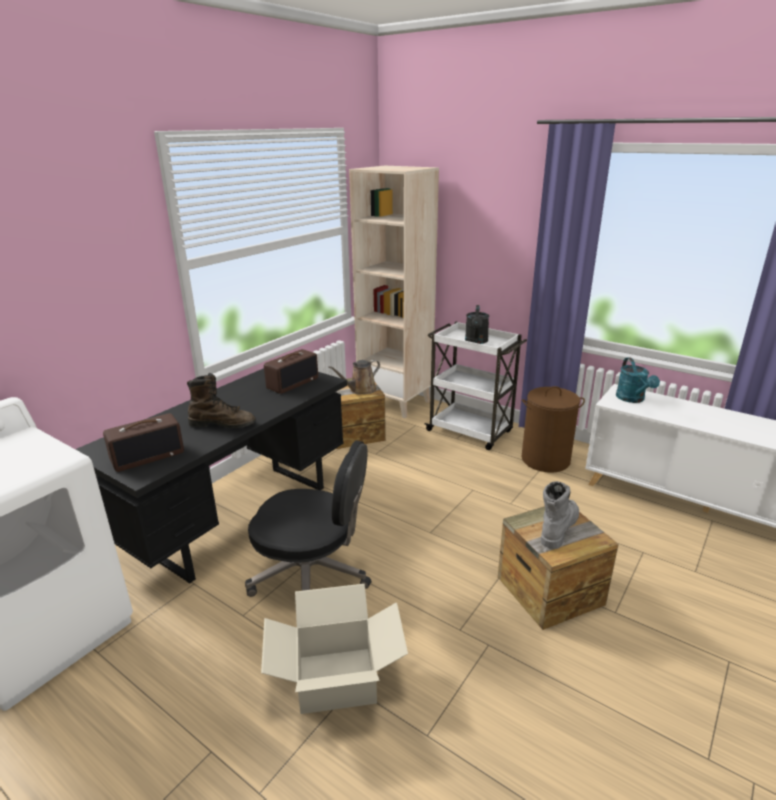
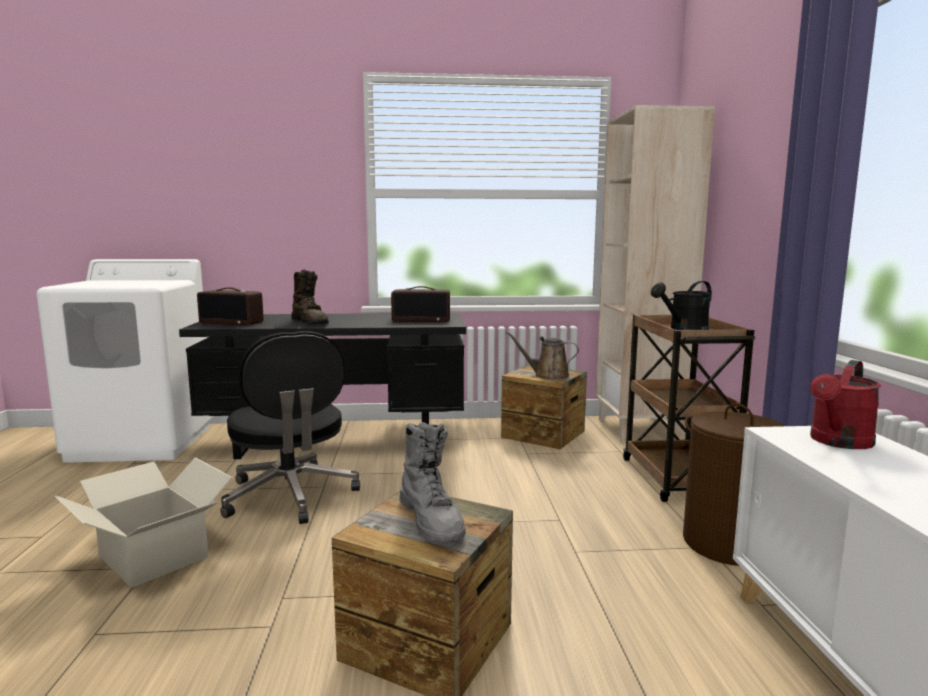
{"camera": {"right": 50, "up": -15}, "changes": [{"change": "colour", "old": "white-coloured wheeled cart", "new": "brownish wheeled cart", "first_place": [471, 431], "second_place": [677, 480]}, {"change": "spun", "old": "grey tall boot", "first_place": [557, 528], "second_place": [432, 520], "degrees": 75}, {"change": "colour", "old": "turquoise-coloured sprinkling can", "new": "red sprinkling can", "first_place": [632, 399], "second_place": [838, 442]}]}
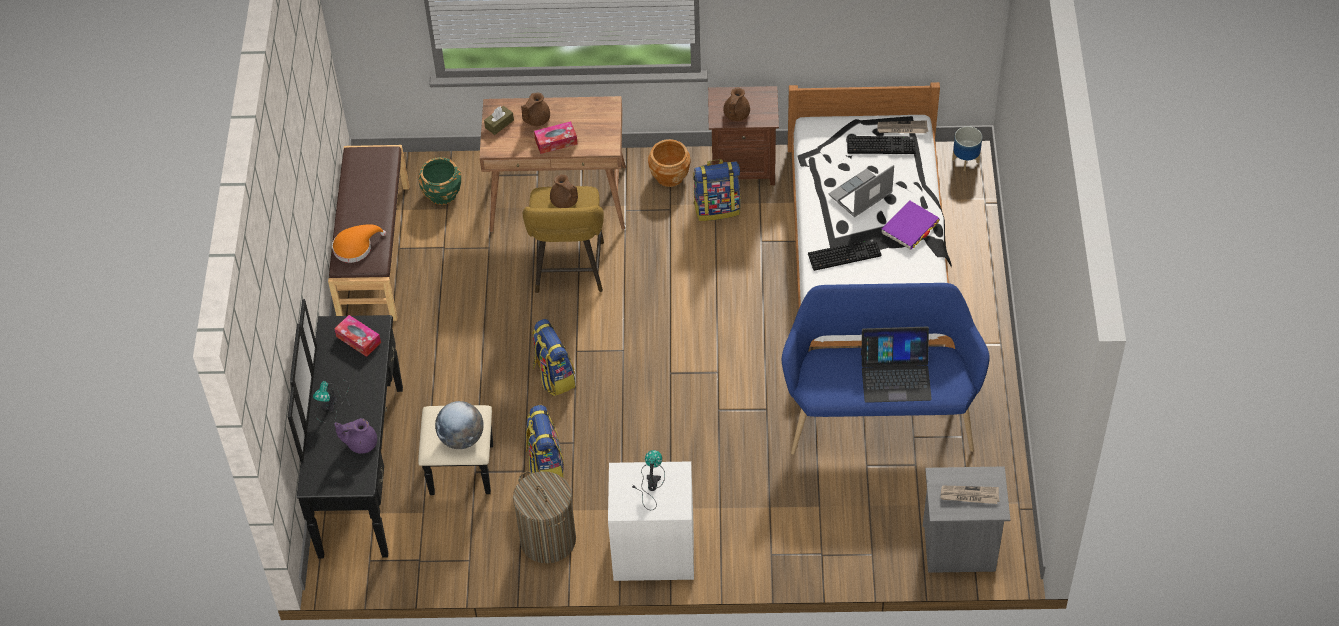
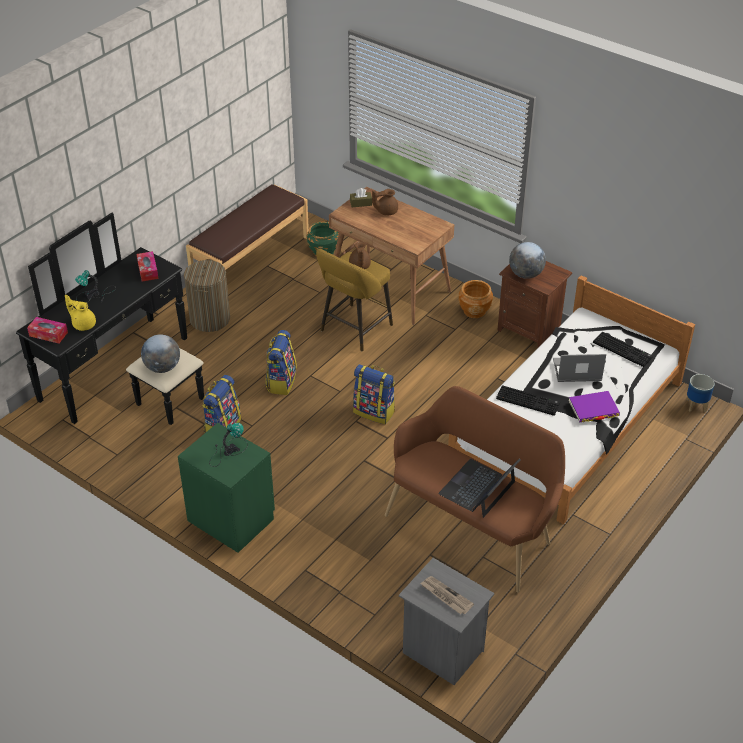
{"camera": {"right": 35, "up": -10}, "changes": [{"change": "missing", "old": "orange wearable hat", "first_place": [355, 247]}, {"change": "colour", "old": "purple teapot", "new": "yellowish teapot", "first_place": [361, 443], "second_place": [83, 324]}, {"change": "relocated", "old": "hamper", "first_place": [548, 539], "second_place": [210, 319]}, {"change": "relocated", "old": "tissue box", "first_place": [556, 142], "second_place": [48, 334]}, {"change": "colour", "old": "white-coloured bedside table", "new": "green bedside table", "first_place": [653, 550], "second_place": [232, 519]}, {"change": "relocated", "old": "rucksack", "first_place": [717, 208], "second_place": [374, 412]}, {"change": "exchanged", "old": "brownish teapot", "new": "desk globe", "first_place": [735, 115], "second_place": [525, 274]}, {"change": "colour", "old": "blue-coloured long seat", "new": "brownish long seat", "first_place": [879, 413], "second_place": [473, 526]}, {"change": "spun", "old": "notebook computer", "first_place": [895, 375], "second_place": [478, 488], "degrees": 90}, {"change": "missing", "old": "newspaper", "first_place": [902, 129]}]}
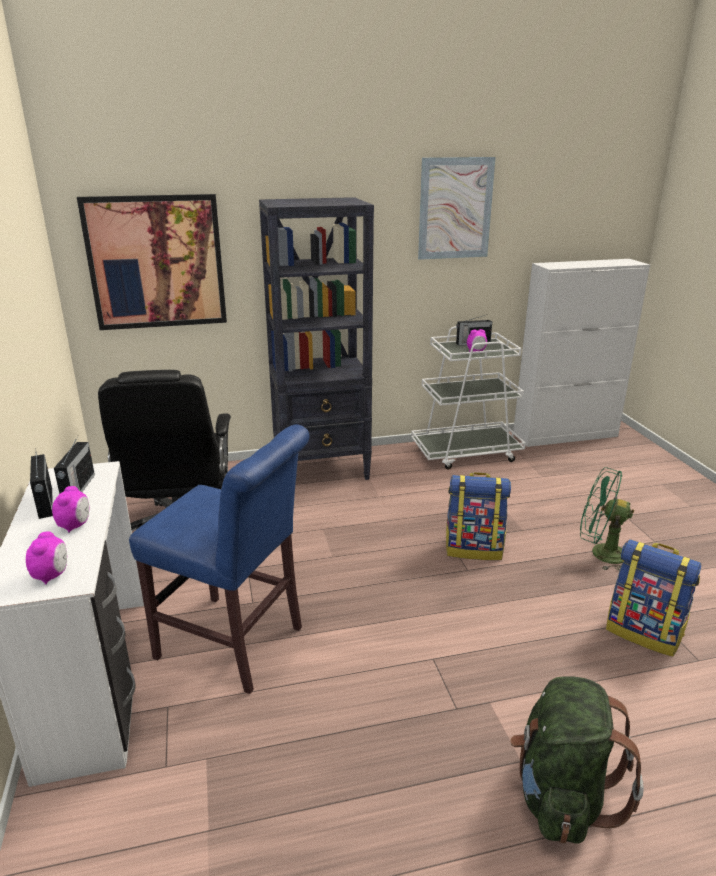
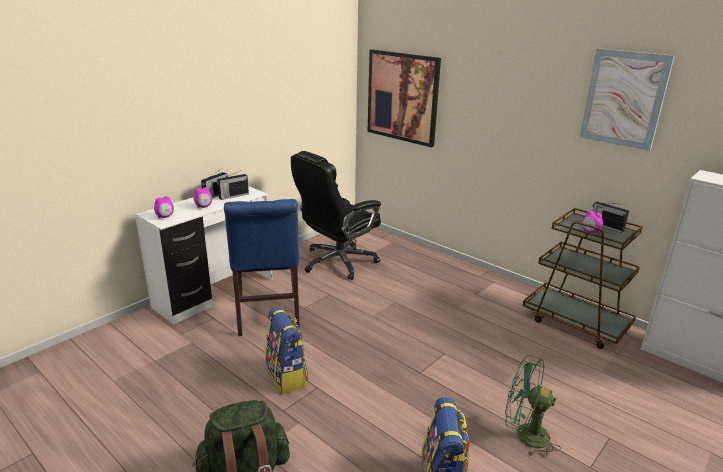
{"camera": {"right": 55, "up": 0}, "changes": [{"change": "missing", "old": "black-coloured bookshelf", "first_place": [322, 469]}, {"change": "colour", "old": "white-coloured wheeled cart", "new": "brownish wheeled cart", "first_place": [466, 453], "second_place": [575, 322]}, {"change": "relocated", "old": "rucksack", "first_place": [474, 549], "second_place": [287, 377]}, {"change": "spun", "old": "green cooling fan", "first_place": [600, 553], "second_place": [524, 435], "degrees": -60}]}
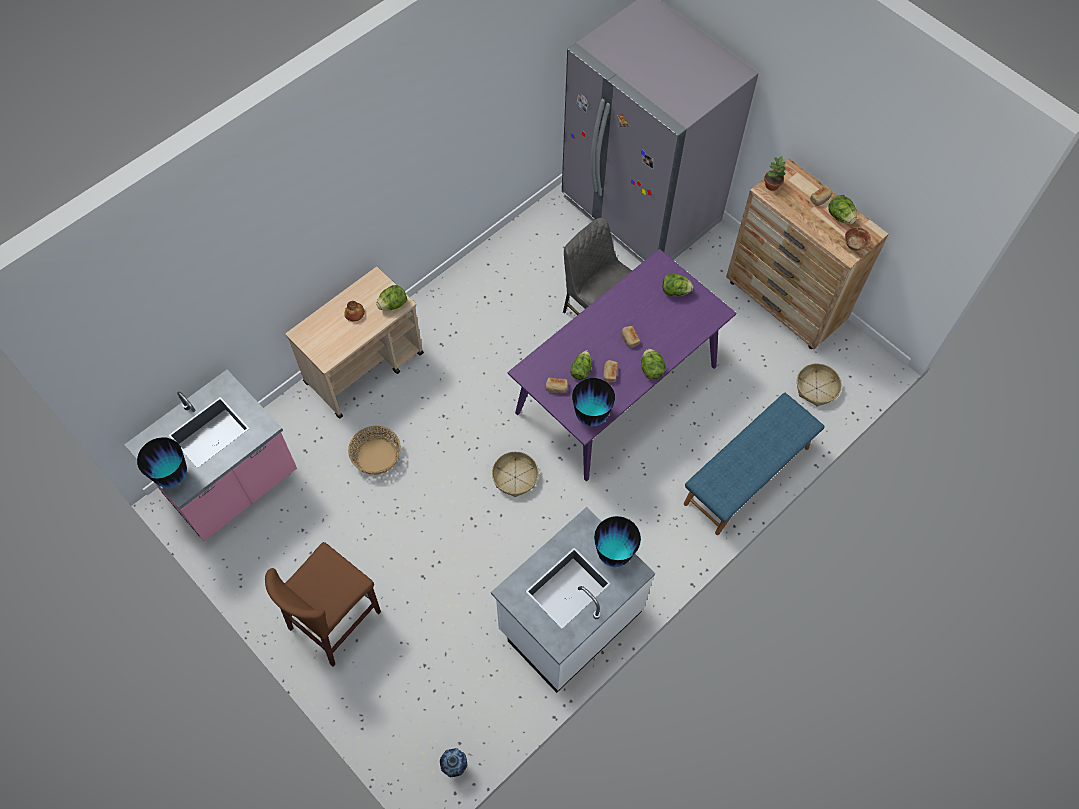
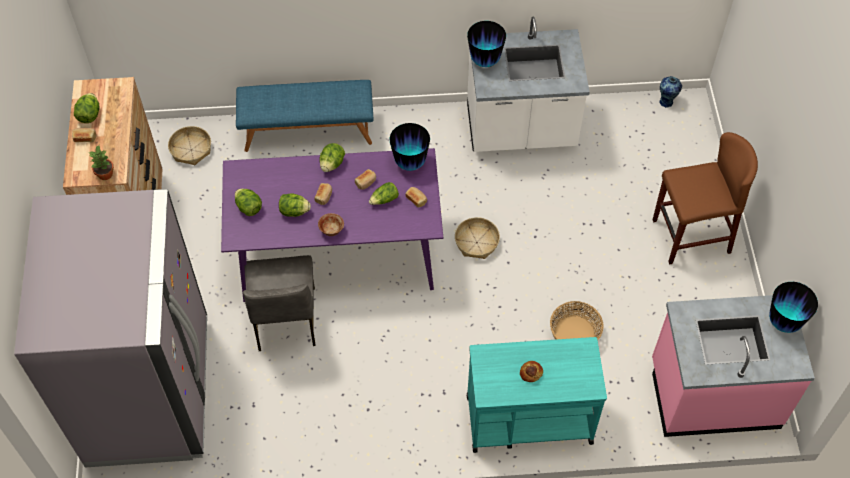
{"camera": {"right": -140, "up": -5}, "changes": [{"change": "colour", "old": "beige-coloured wheeled cart", "new": "turquoise-coloured wheeled cart", "first_place": [365, 367], "second_place": [528, 419]}, {"change": "relocated", "old": "head of lettuce", "first_place": [393, 304], "second_place": [294, 211]}, {"change": "relocated", "old": "deep dish", "first_place": [854, 245], "second_place": [331, 230]}]}
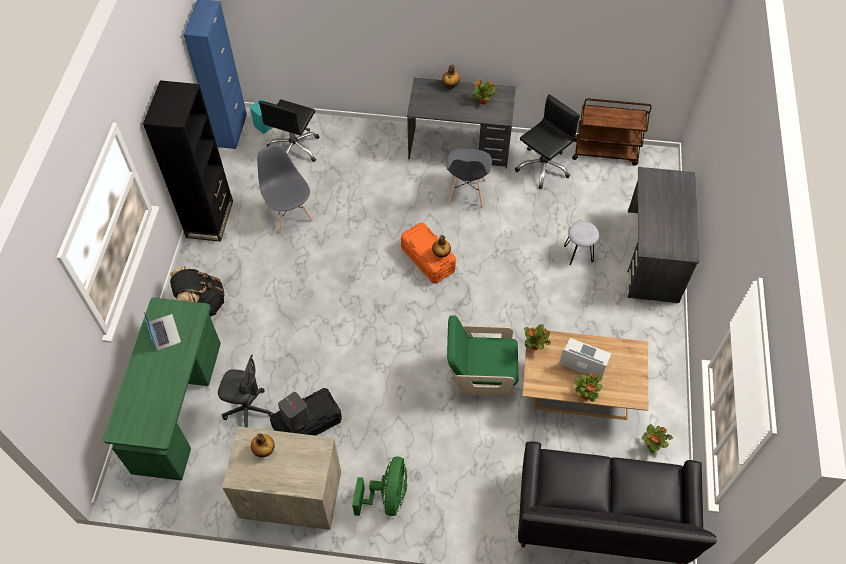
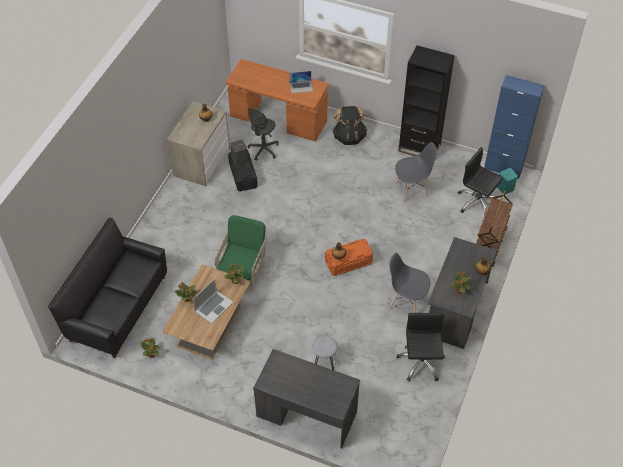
{"camera": {"right": 105, "up": -5}, "changes": [{"change": "colour", "old": "green desk unit", "new": "orange desk unit", "first_place": [178, 406], "second_place": [278, 119]}, {"change": "missing", "old": "green cooling fan", "first_place": [387, 497]}, {"change": "spun", "old": "black-coloured office chair", "first_place": [542, 167], "second_place": [420, 363], "degrees": -150}, {"change": "relocated", "old": "brownish wheeled cart", "first_place": [605, 152], "second_place": [489, 245]}]}
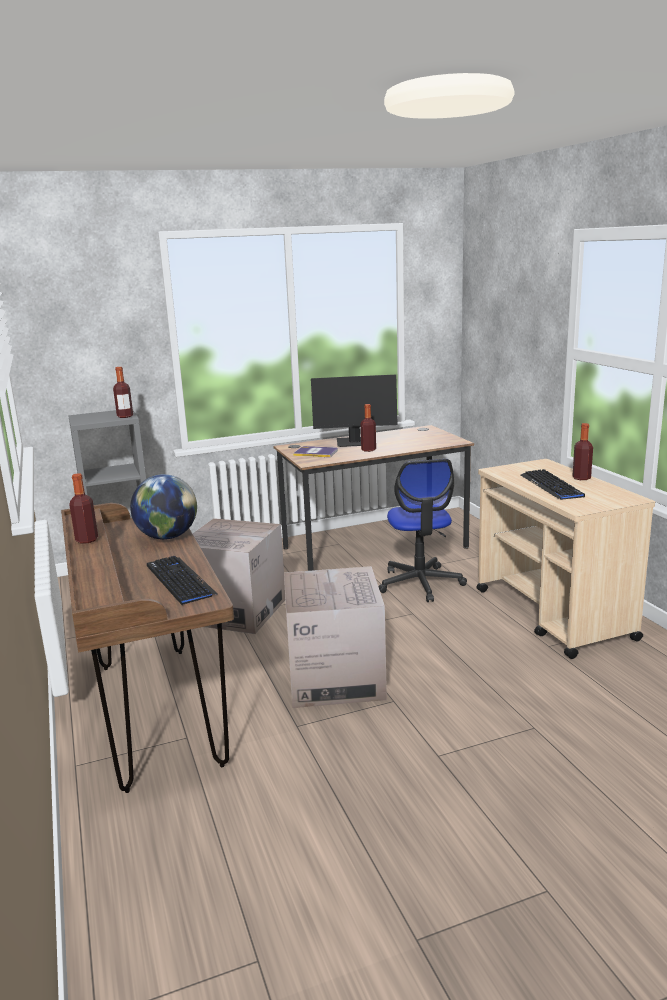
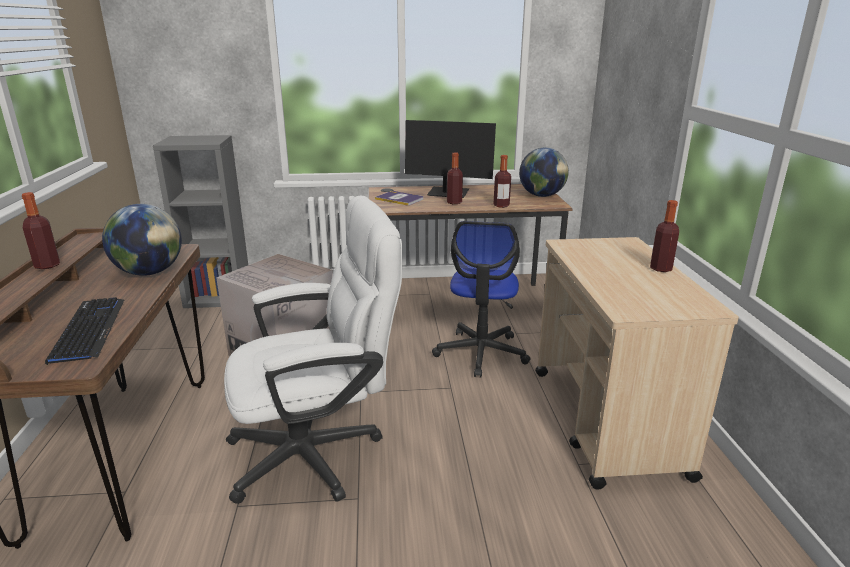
{"camera": {"right": 15, "up": 5}, "changes": [{"change": "relocated", "old": "beverage bottle", "first_place": [125, 416], "second_place": [501, 205]}, {"change": "exchanged", "old": "carton", "new": "white-coloured office chair", "first_place": [335, 678], "second_place": [319, 452]}, {"change": "missing", "old": "computer keyboard", "first_place": [551, 486]}, {"change": "appeared", "new": "desk globe", "second_place": [541, 195]}]}
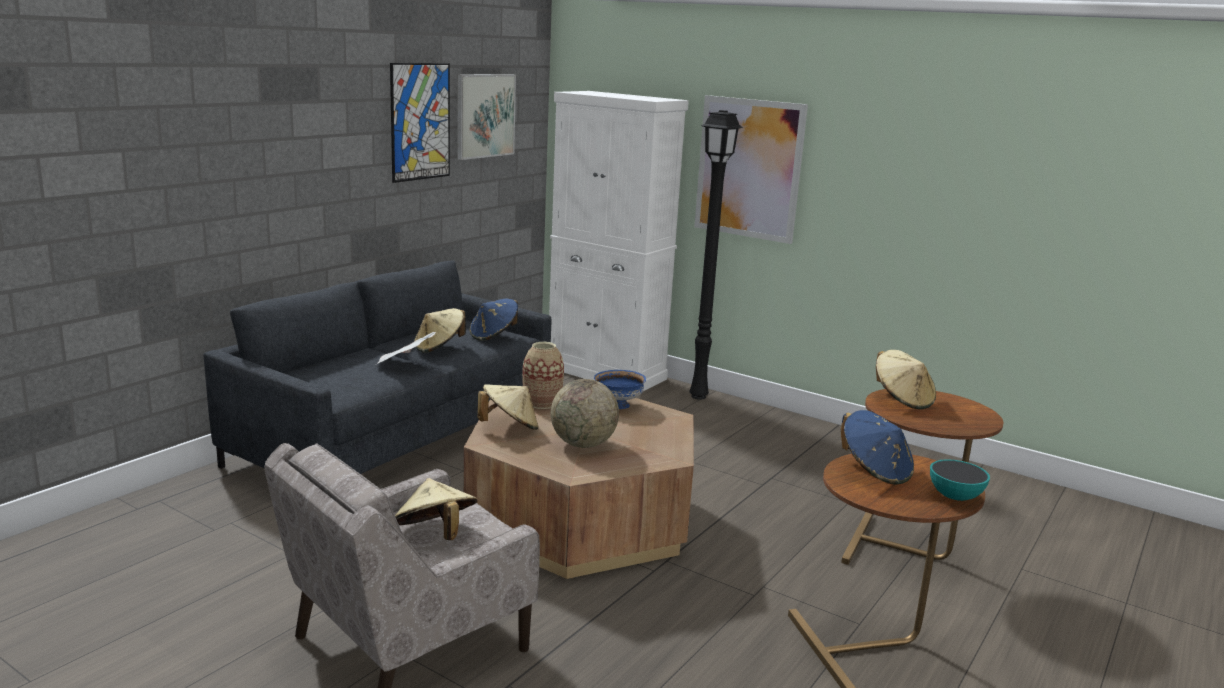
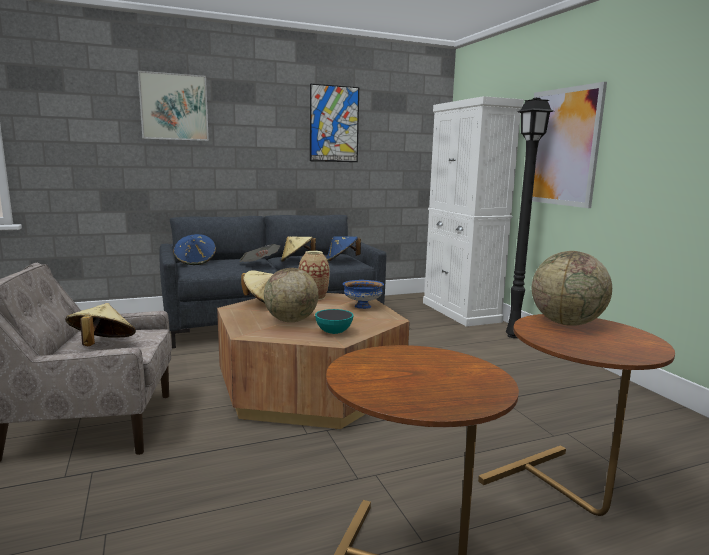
{"camera": {"right": 35, "up": -5}, "changes": [{"change": "relocated", "old": "wall picture", "first_place": [485, 115], "second_place": [174, 107]}, {"change": "relocated", "old": "blue-coloured wearable hat", "first_place": [874, 471], "second_place": [195, 262]}, {"change": "exchanged", "old": "beige-coloured wearable hat", "new": "desk globe", "first_place": [902, 399], "second_place": [566, 323]}, {"change": "relocated", "old": "deep dish", "first_place": [955, 497], "second_place": [334, 332]}]}
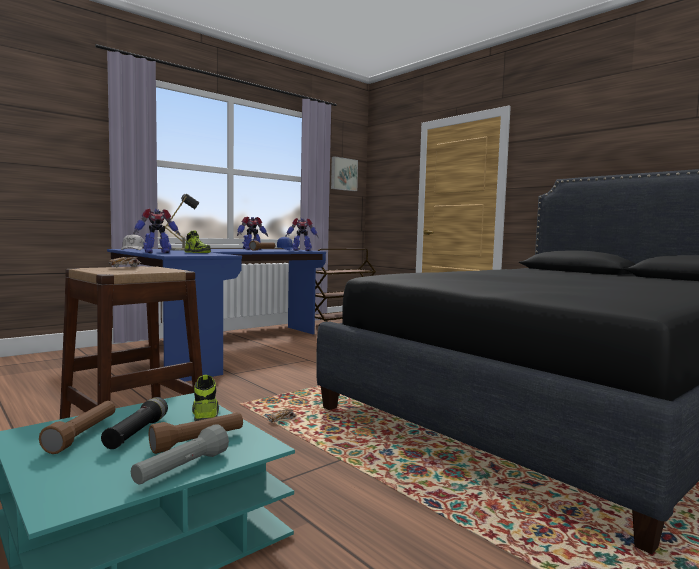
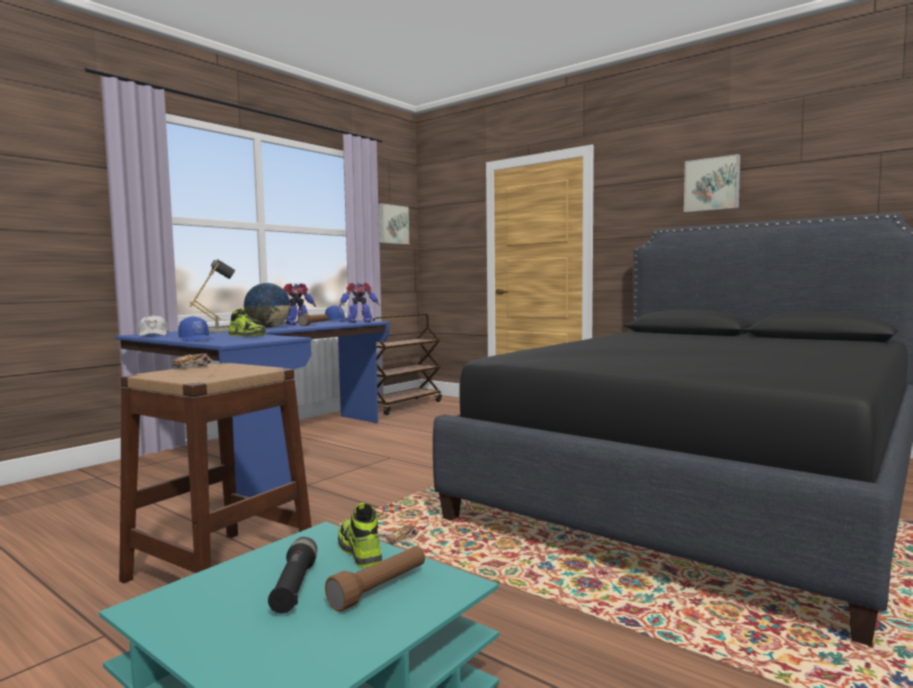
{"camera": {"right": -10, "up": 0}, "changes": [{"change": "missing", "old": "brownish hand torch", "first_place": [83, 435]}, {"change": "missing", "old": "grey hand torch", "first_place": [181, 469]}, {"change": "exchanged", "old": "toy robot", "new": "blue-coloured baseball cap", "first_place": [156, 252], "second_place": [197, 339]}, {"change": "appeared", "new": "desk globe", "second_place": [268, 327]}, {"change": "appeared", "new": "wall picture", "second_place": [712, 184]}]}
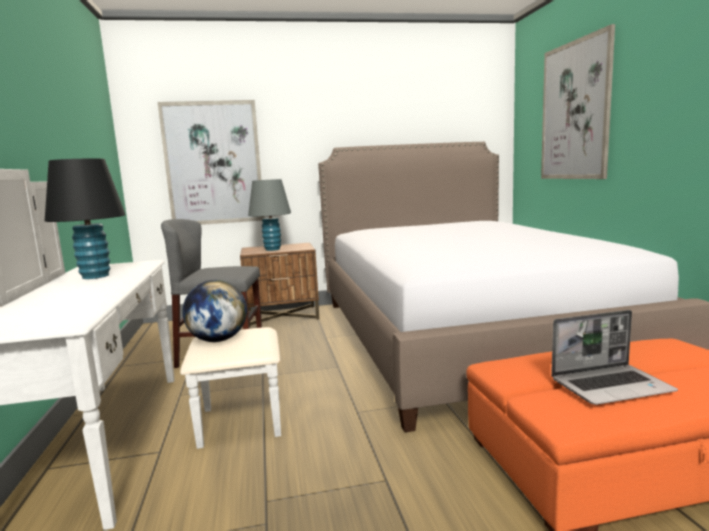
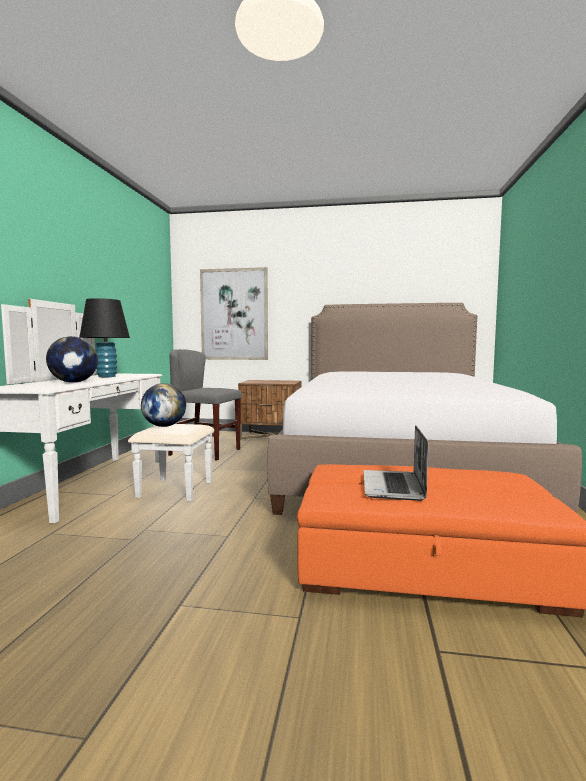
{"camera": {"right": 20, "up": -5}, "changes": [{"change": "missing", "old": "grey tabletop lamp", "first_place": [272, 249]}, {"change": "missing", "old": "wall picture", "first_place": [575, 111]}, {"change": "spun", "old": "notebook computer", "first_place": [611, 386], "second_place": [393, 487], "degrees": 90}, {"change": "appeared", "new": "desk globe", "second_place": [74, 382]}]}
